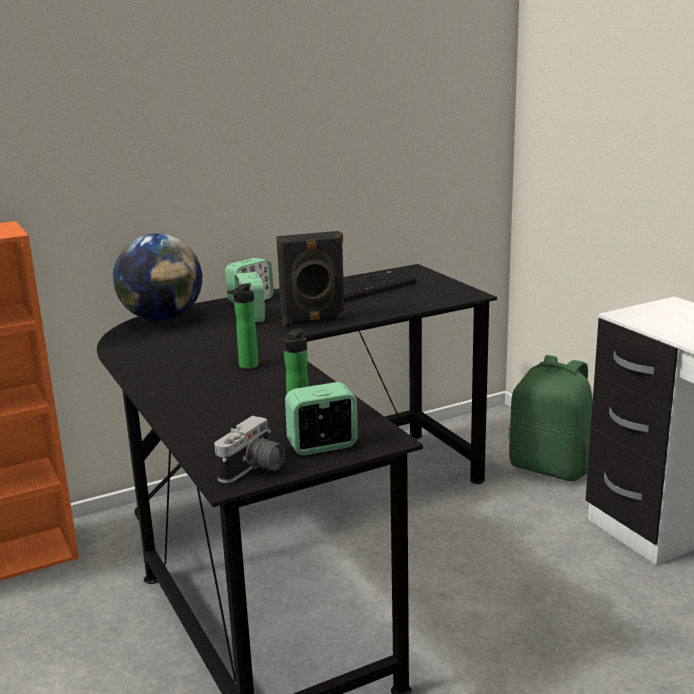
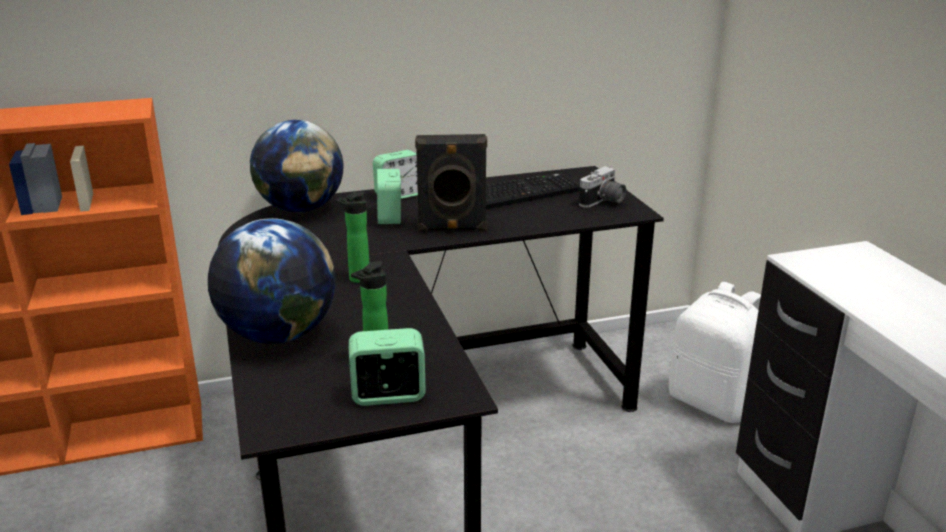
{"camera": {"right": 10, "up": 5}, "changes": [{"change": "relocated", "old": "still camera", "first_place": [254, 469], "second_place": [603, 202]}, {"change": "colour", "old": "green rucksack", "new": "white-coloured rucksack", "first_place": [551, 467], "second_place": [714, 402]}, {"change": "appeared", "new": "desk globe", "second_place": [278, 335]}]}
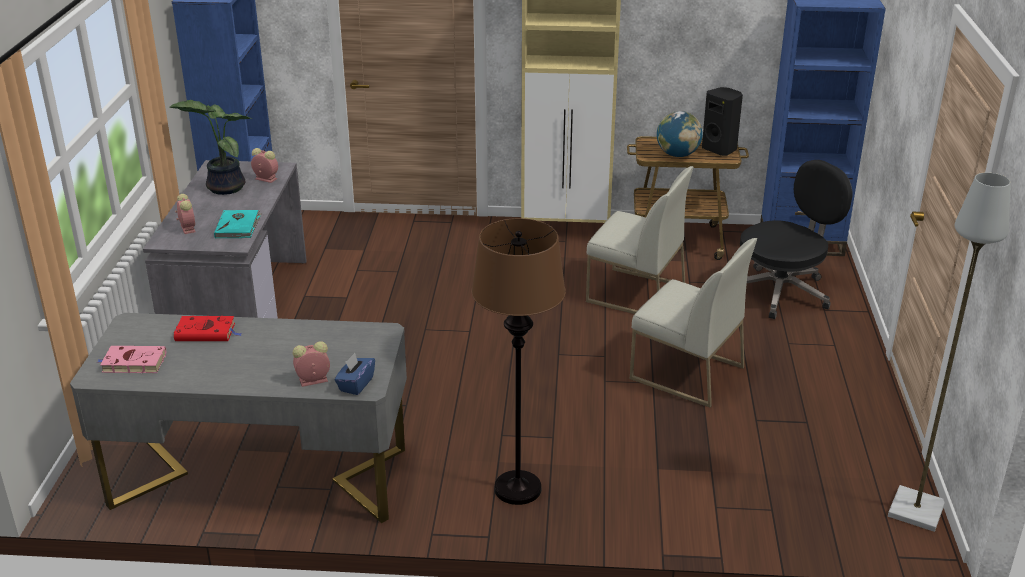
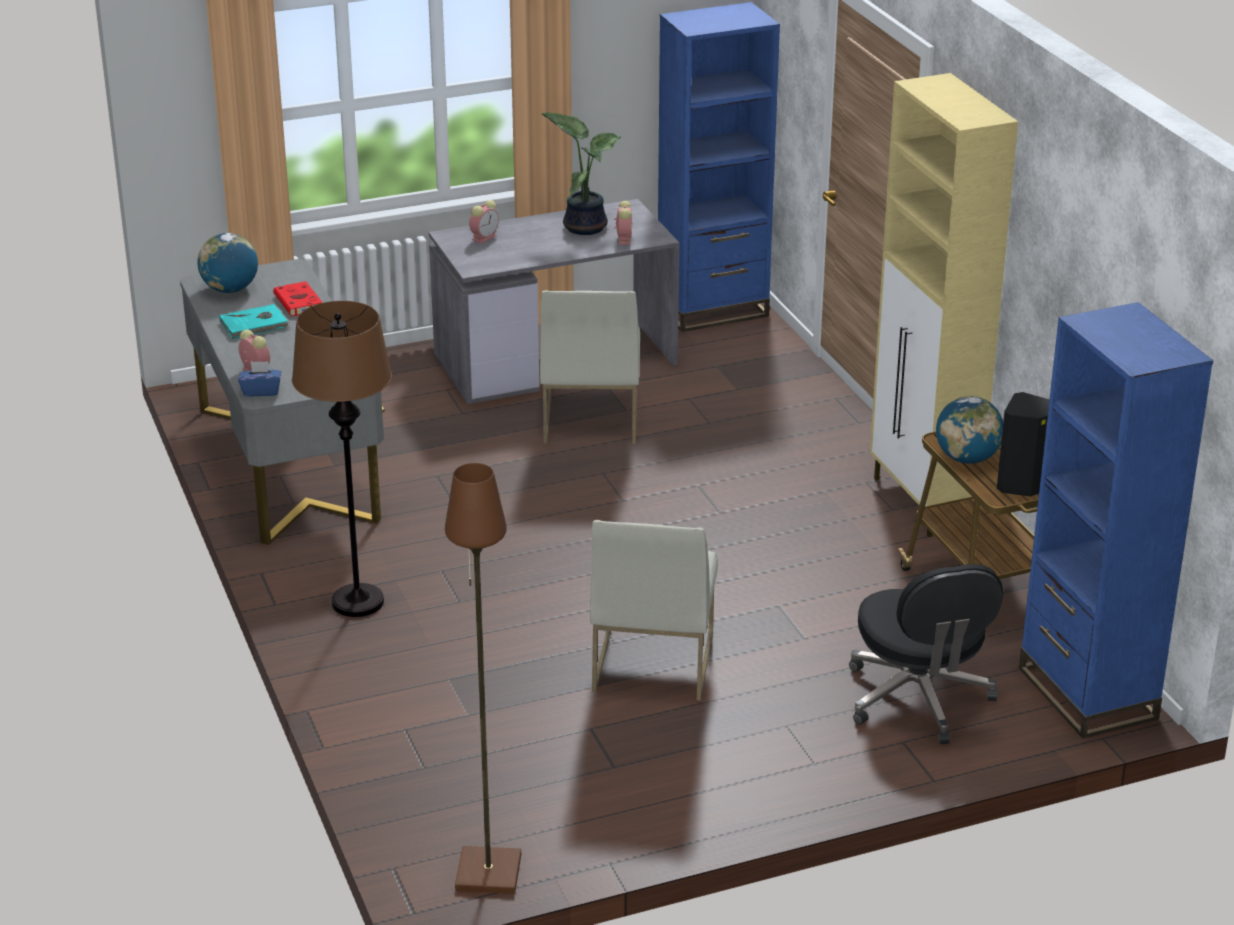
{"camera": {"right": 65, "up": 0}, "changes": [{"change": "exchanged", "old": "pink volume", "new": "desk globe", "first_place": [132, 363], "second_place": [230, 290]}, {"change": "relocated", "old": "turquoise-coloured volume", "first_place": [238, 226], "second_place": [255, 325]}, {"change": "relocated", "old": "white-coloured plain chair", "first_place": [635, 294], "second_place": [589, 418]}, {"change": "spun", "old": "black-coloured office chair", "first_place": [782, 292], "second_place": [918, 699], "degrees": 45}, {"change": "colour", "old": "grey floor lamp", "new": "brownish floor lamp", "first_place": [917, 511], "second_place": [487, 873]}]}
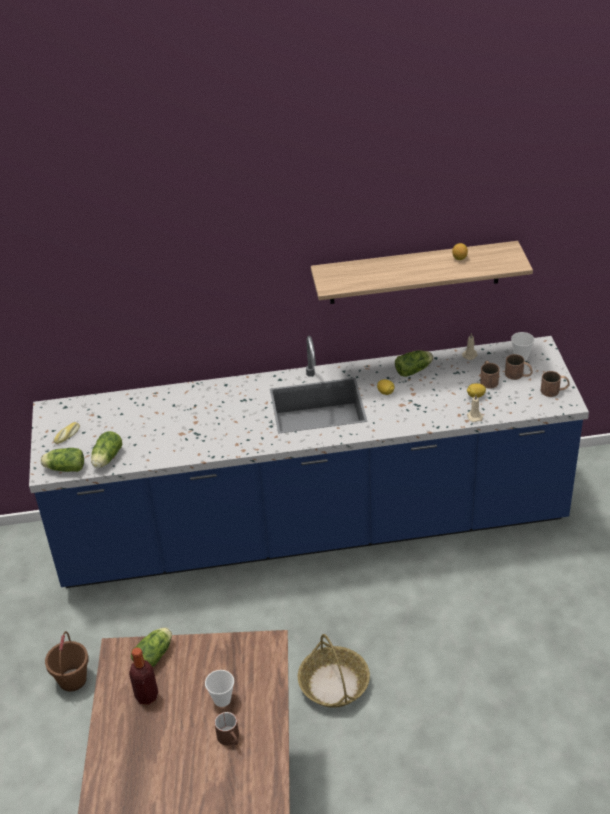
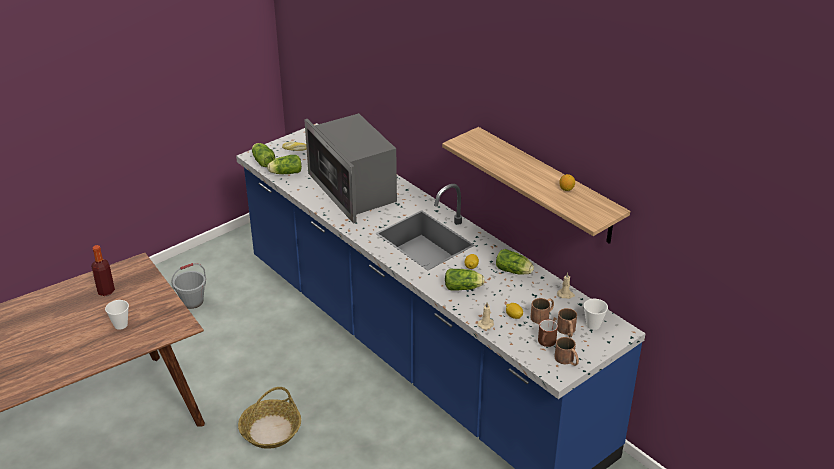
{"camera": {"right": 55, "up": -5}, "changes": [{"change": "colour", "old": "brownish pail", "new": "grey pail", "first_place": [72, 679], "second_place": [192, 301]}, {"change": "relocated", "old": "head of lettuce", "first_place": [155, 654], "second_place": [464, 288]}, {"change": "relocated", "old": "brownish mug", "first_place": [231, 739], "second_place": [546, 343]}, {"change": "appeared", "new": "kitchen microwave", "second_place": [353, 190]}]}
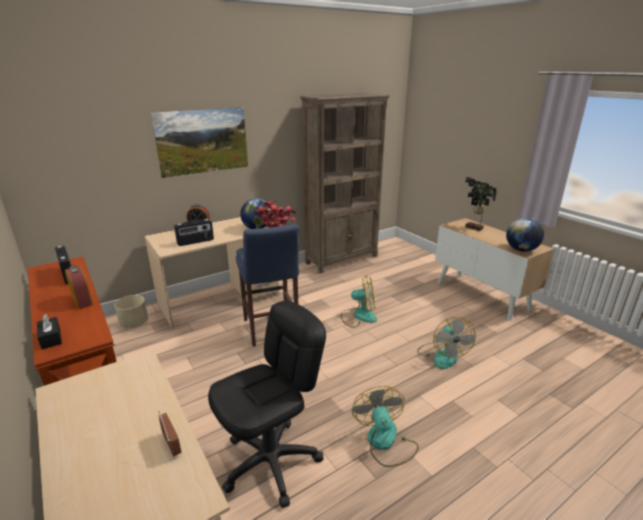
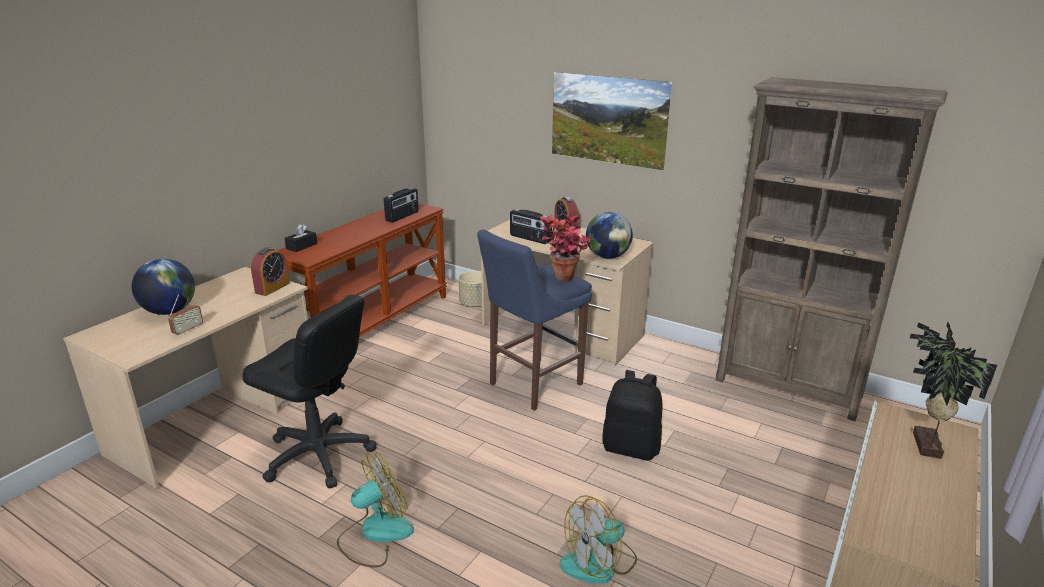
{"camera": {"right": 65, "up": 0}, "changes": [{"change": "relocated", "old": "alarm clock", "first_place": [82, 300], "second_place": [272, 288]}, {"change": "exchanged", "old": "cooling fan", "new": "black-coloured rucksack", "first_place": [359, 316], "second_place": [631, 448]}, {"change": "relocated", "old": "desk globe", "first_place": [521, 250], "second_place": [169, 311]}]}
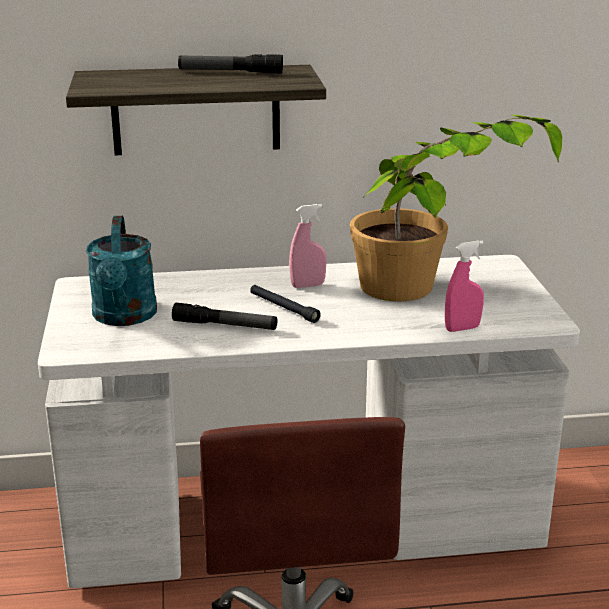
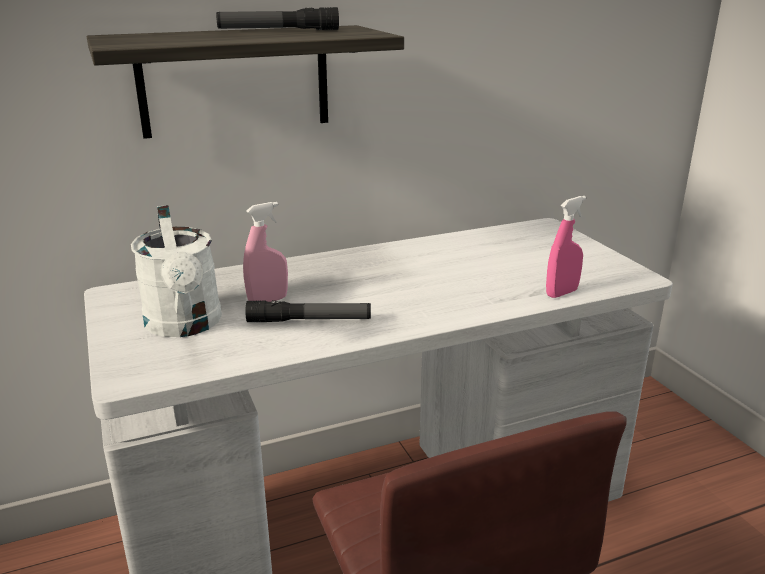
{"camera": {"right": -15, "up": 0}, "changes": [{"change": "colour", "old": "turquoise-coloured sprinkling can", "new": "white-coloured sprinkling can", "first_place": [124, 317], "second_place": [185, 325]}, {"change": "missing", "old": "black-coloured hand torch", "first_place": [283, 308]}, {"change": "relocated", "old": "pink hand sprayer", "first_place": [307, 285], "second_place": [268, 300]}, {"change": "missing", "old": "houseplant", "first_place": [435, 290]}]}
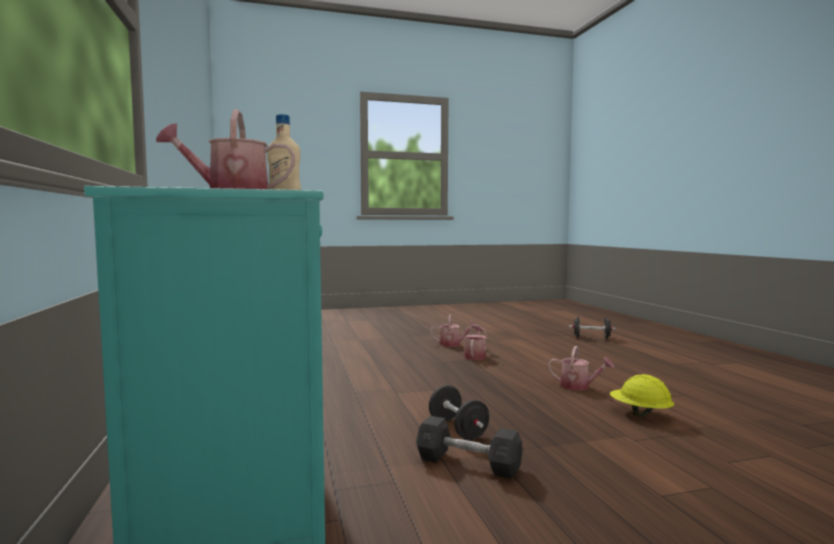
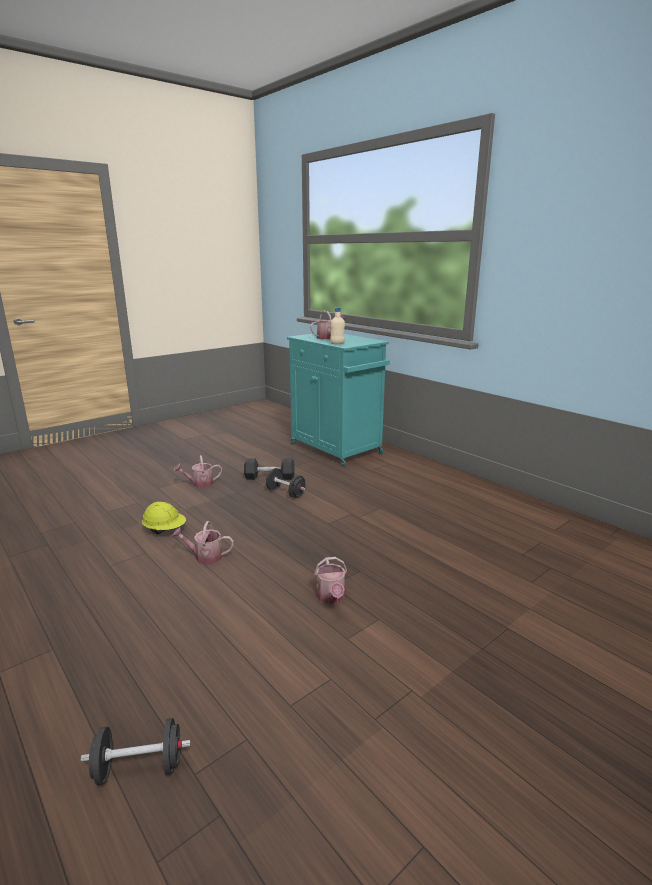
{"camera": {"right": 155, "up": 15}, "changes": [{"change": "relocated", "old": "sprinkling can", "first_place": [453, 344], "second_place": [199, 484]}]}
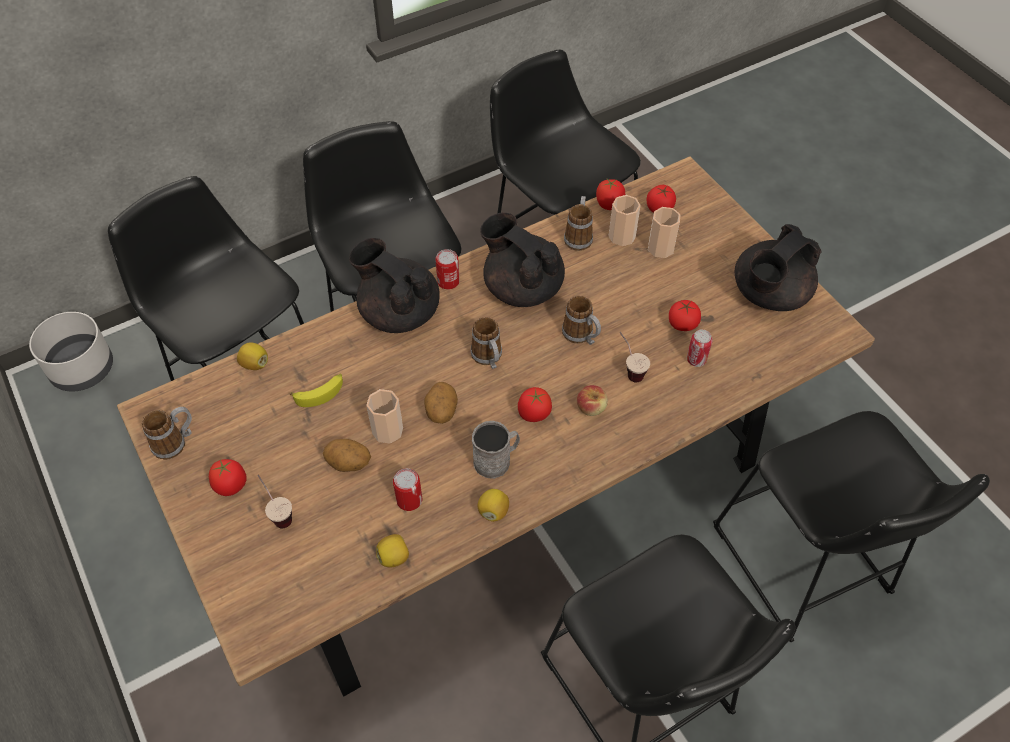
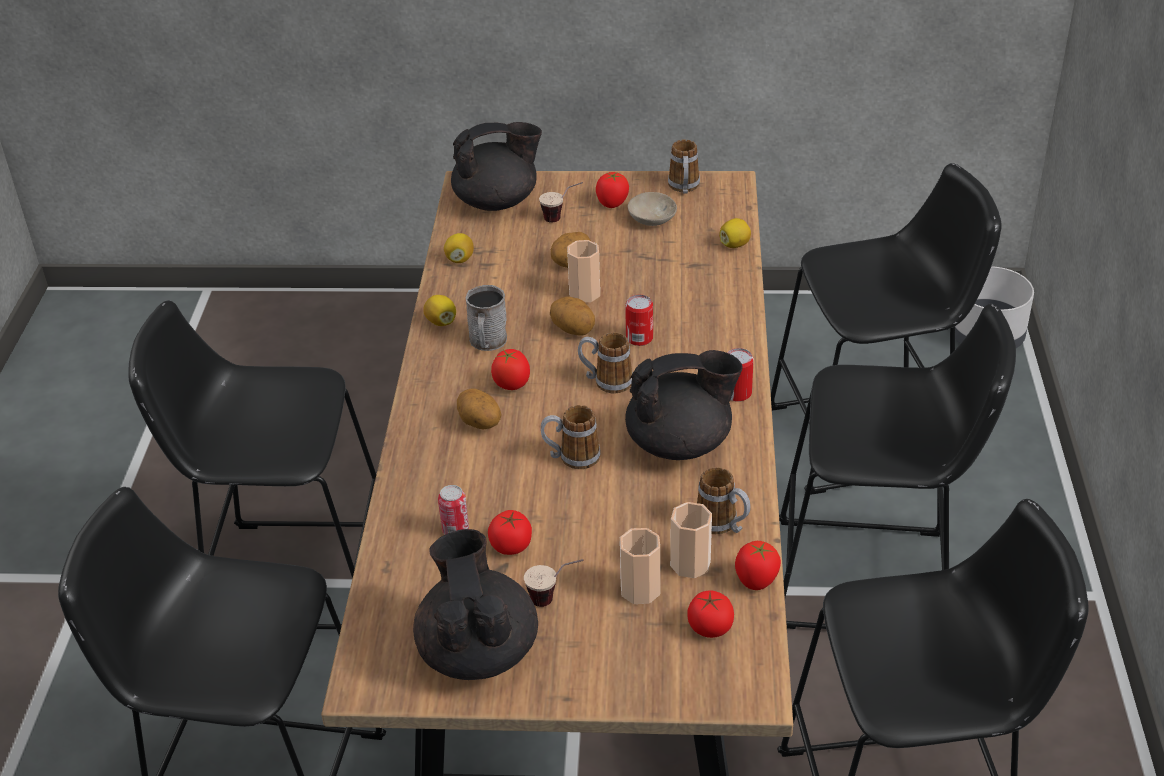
{"camera": {"right": 125, "up": -15}, "changes": [{"change": "missing", "old": "banana fruit", "first_place": [320, 393]}, {"change": "relocated", "old": "black-coloured teapot", "first_place": [399, 312], "second_place": [497, 201]}, {"change": "relocated", "old": "can", "first_place": [409, 500], "second_place": [639, 338]}, {"change": "exchanged", "old": "apple fruit", "new": "potato", "first_place": [591, 407], "second_place": [479, 424]}, {"change": "relocated", "old": "drinking cup", "first_place": [629, 369], "second_place": [555, 598]}, {"change": "appeared", "new": "beige-coloured deep dish", "second_place": [650, 219]}]}
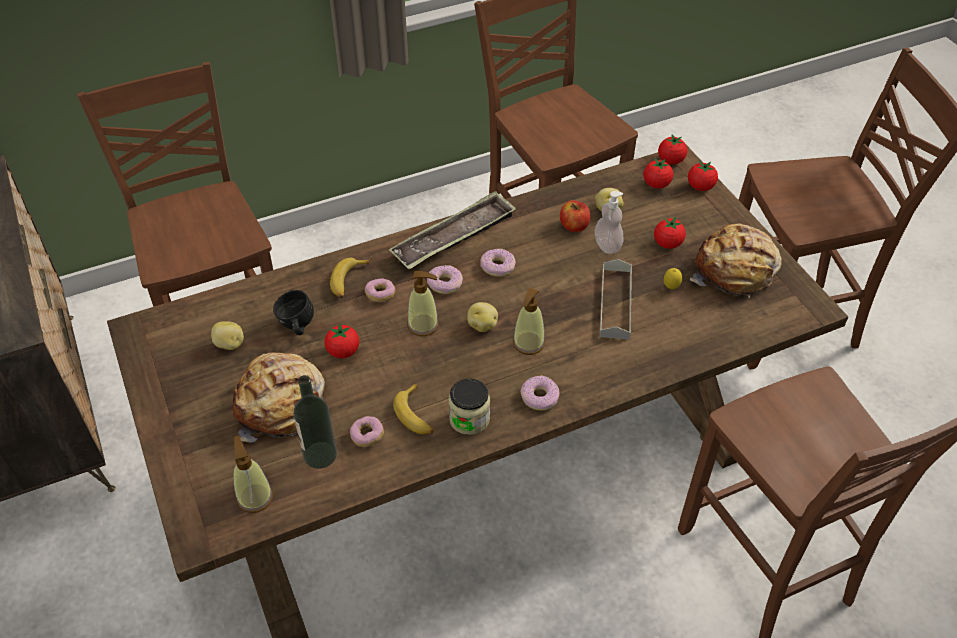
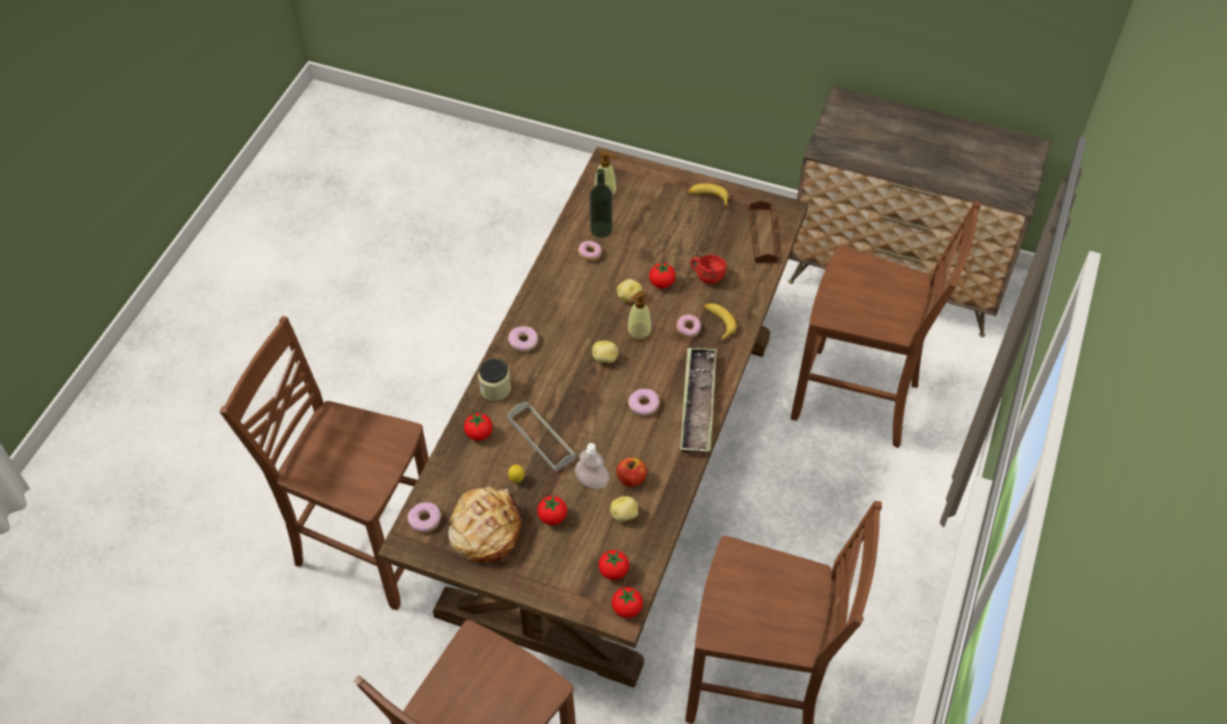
{"camera": {"right": 135, "up": 5}, "changes": [{"change": "relocated", "old": "potato", "first_place": [230, 345], "second_place": [628, 297]}, {"change": "missing", "old": "baked bread", "first_place": [281, 405]}, {"change": "colour", "old": "black-coloured mug", "new": "red mug", "first_place": [295, 326], "second_place": [707, 275]}, {"change": "relocated", "old": "banana fruit", "first_place": [416, 415], "second_place": [708, 197]}, {"change": "relocated", "old": "ring doughnut", "first_place": [445, 283], "second_place": [425, 520]}, {"change": "relocated", "old": "jar", "first_place": [469, 419], "second_place": [495, 388]}, {"change": "missing", "old": "liquid soap bottle", "first_place": [528, 343]}, {"change": "relocated", "old": "whole tomato", "first_place": [700, 187], "second_place": [479, 434]}, {"change": "appeared", "new": "brownish tray", "second_place": [762, 235]}]}
